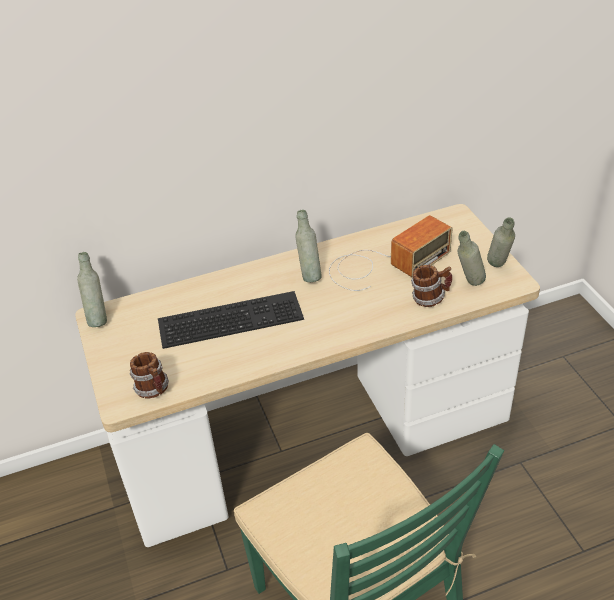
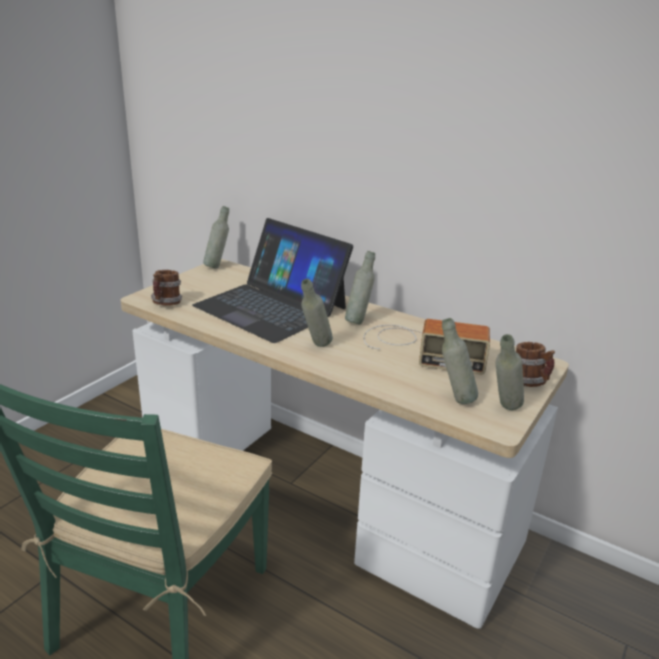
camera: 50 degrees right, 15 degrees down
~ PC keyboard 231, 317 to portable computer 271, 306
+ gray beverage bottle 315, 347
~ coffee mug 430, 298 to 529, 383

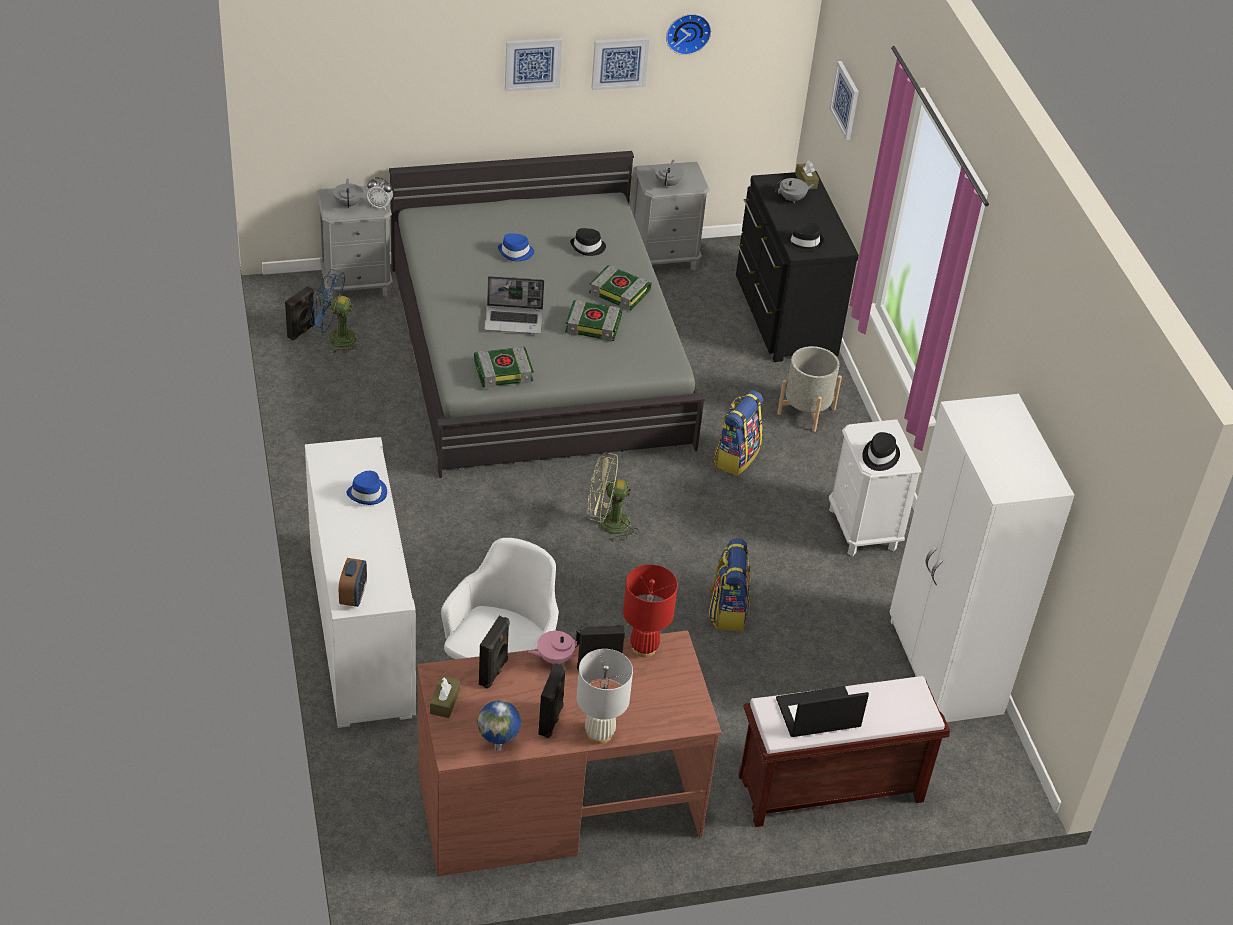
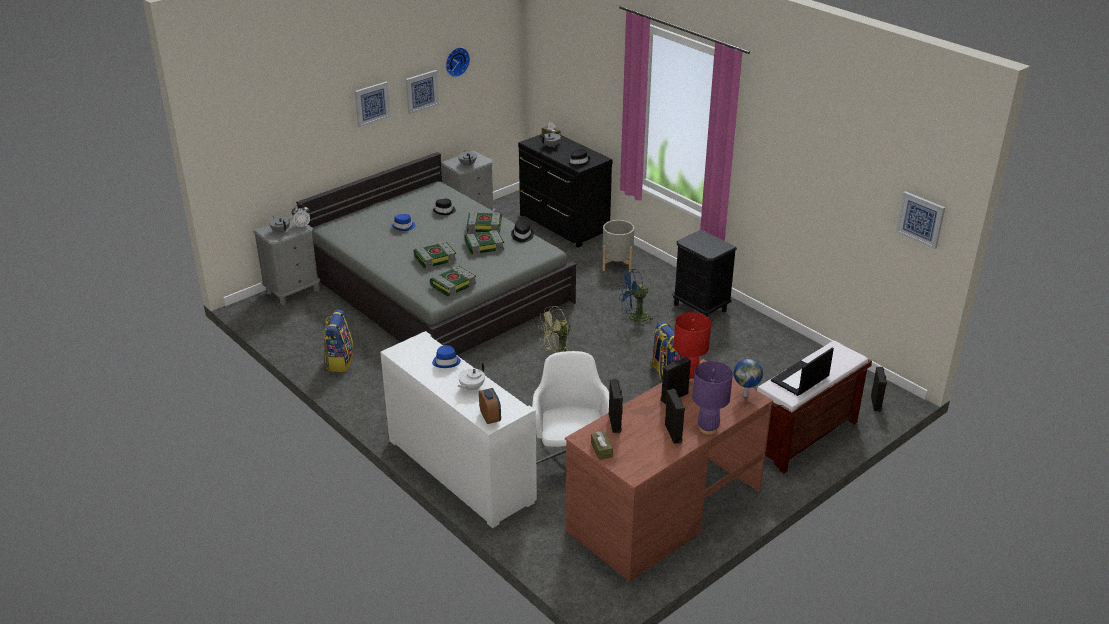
camera: 25 degrees left, 10 degrees down
~ backpack 736, 457 to 339, 361
~ portable computer 514, 320 to book 435, 258
+ white-coloured pot for tea 471, 387
~ blackish wearable hat 879, 456 to 522, 235
~ bluish electric fan 335, 338 to 634, 318
~ white-coloured bedside table 863, 529 to blackish bedside table 700, 307
~ white-coloured lamp for a table 599, 733 to purple-coloured lamp for a table 708, 428
~ desk globe 499, 748 to 746, 395
~ blackish audio speaker 302, 331 to 876, 403
~ picture 845, 100 to 921, 219
- pink-coloured pot for tea 554, 658
- white-coloured clothes cupboard 944, 668

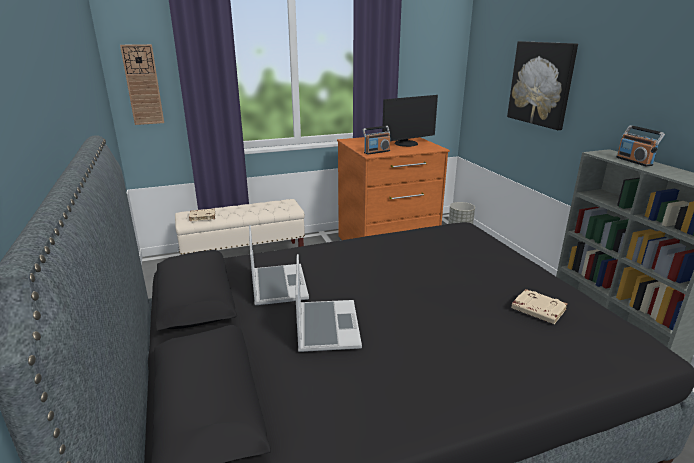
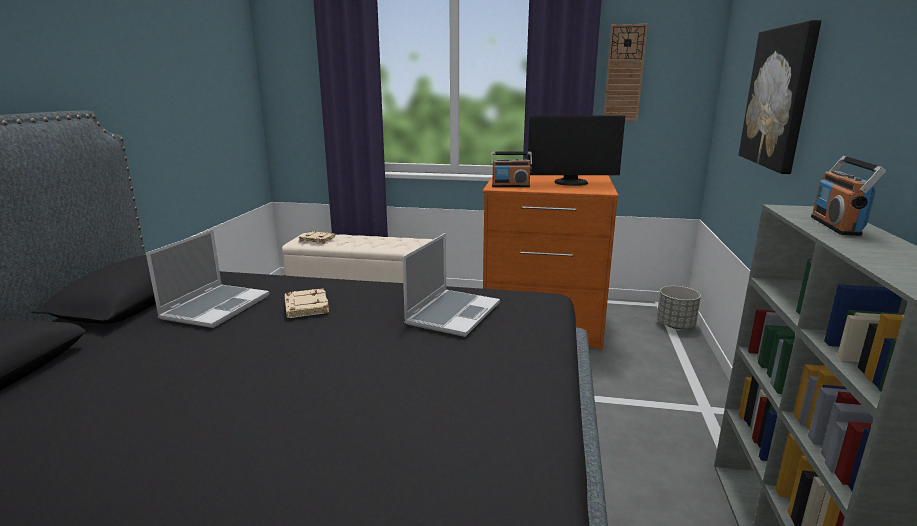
camera: 30 degrees right, 5 degrees down
~ beige-coloured book 537, 310 to 305, 307
~ portable computer 326, 326 to 452, 313
~ wall clock 143, 85 to 624, 73

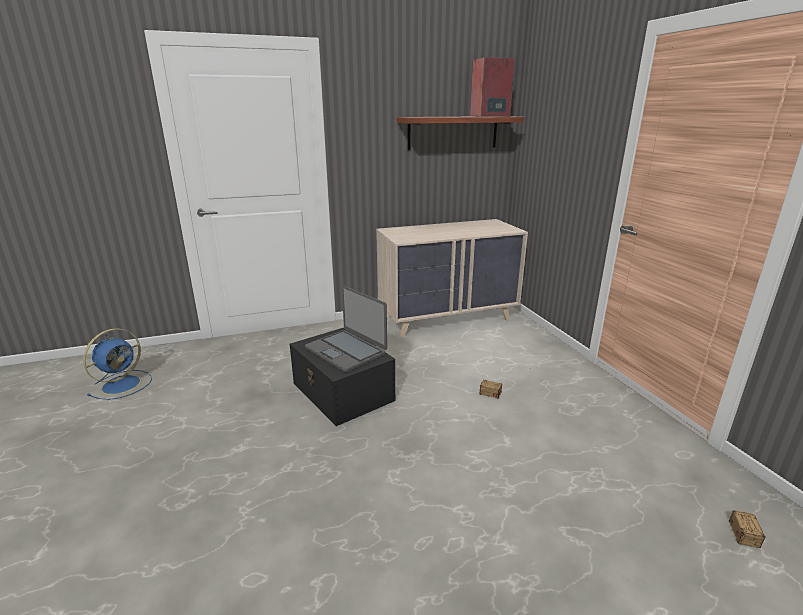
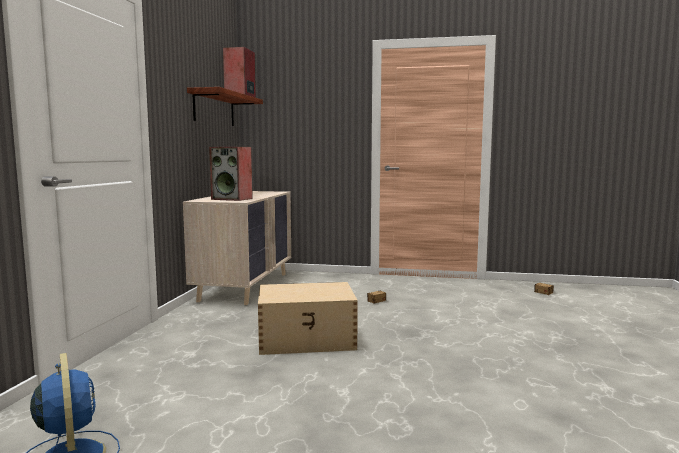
camera: 60 degrees left, 15 degrees down
+ audio speaker 232, 199
~ blackish storage container 343, 392 to beige-coloured storage container 307, 339
- portable computer 346, 351

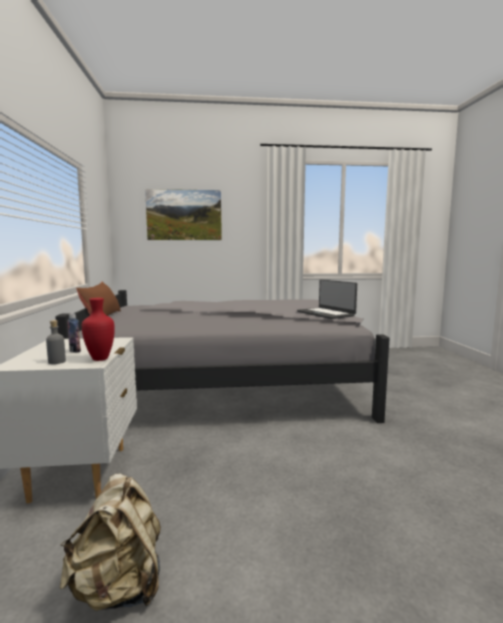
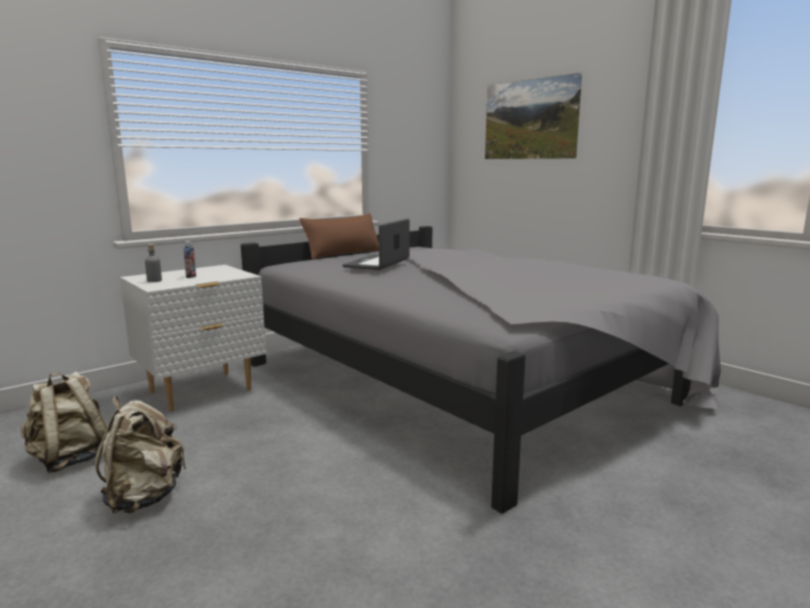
camera: 55 degrees right, 5 degrees up
+ beige-coloured backpack 144, 497
~ portable computer 326, 313 to 378, 263
- red decorative vase 99, 359

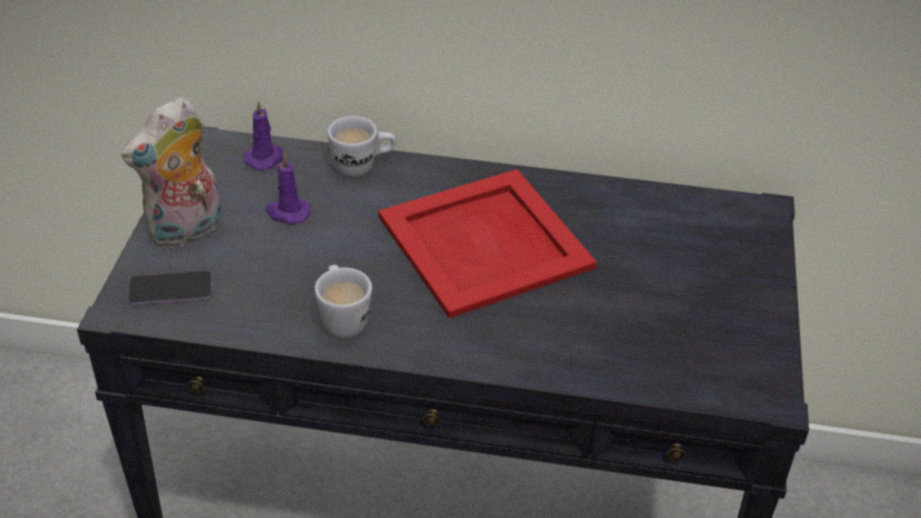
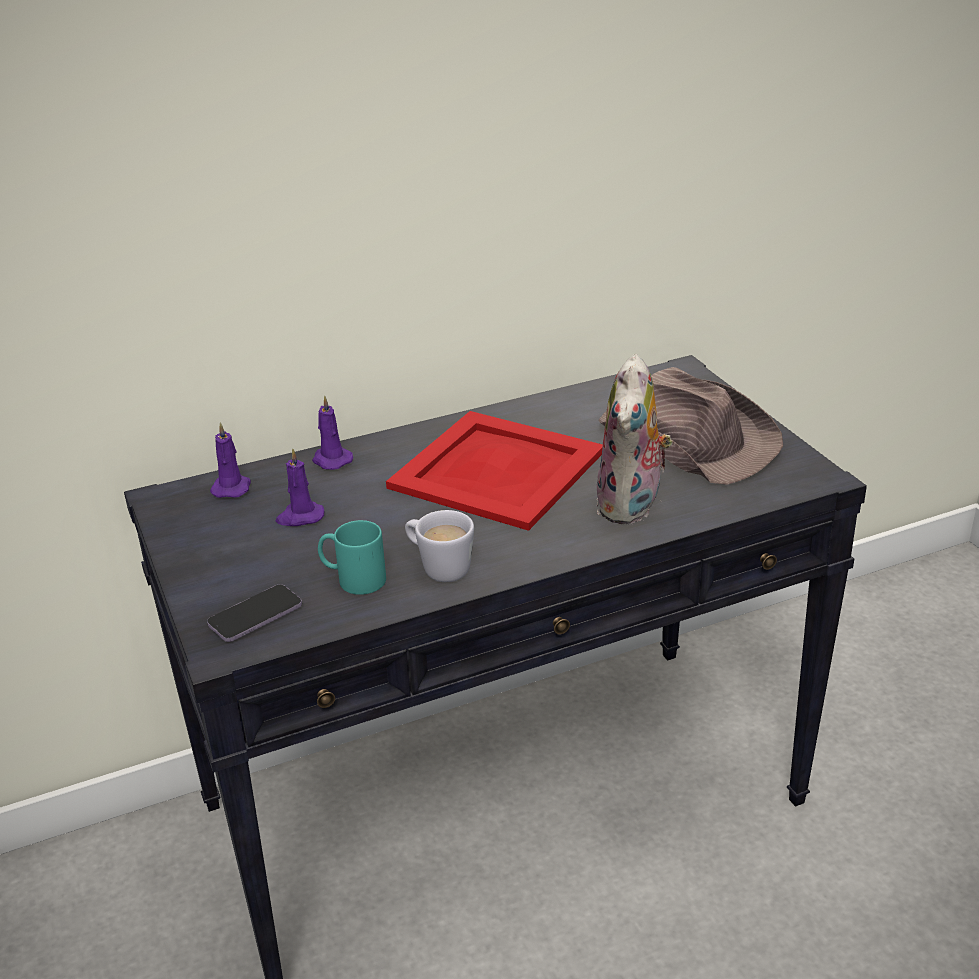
camera: 30 degrees left, 10 degrees down
~ white-coloured coffee mug 363, 166 to purple-coloured candle 331, 460
+ turquoise coffee mug 352, 579
~ soft toy 186, 232 to 632, 506
+ brownish wearable hat 687, 438

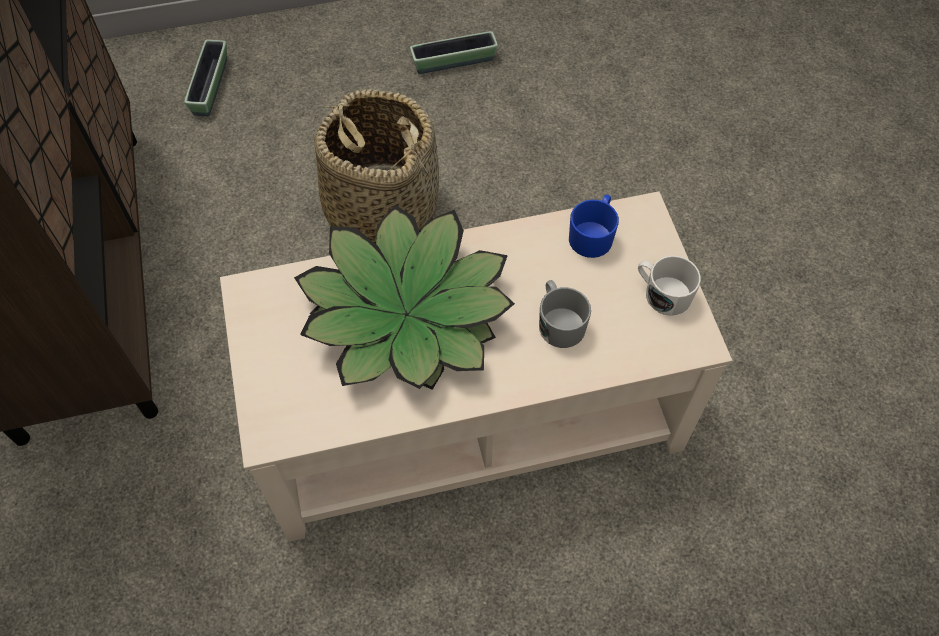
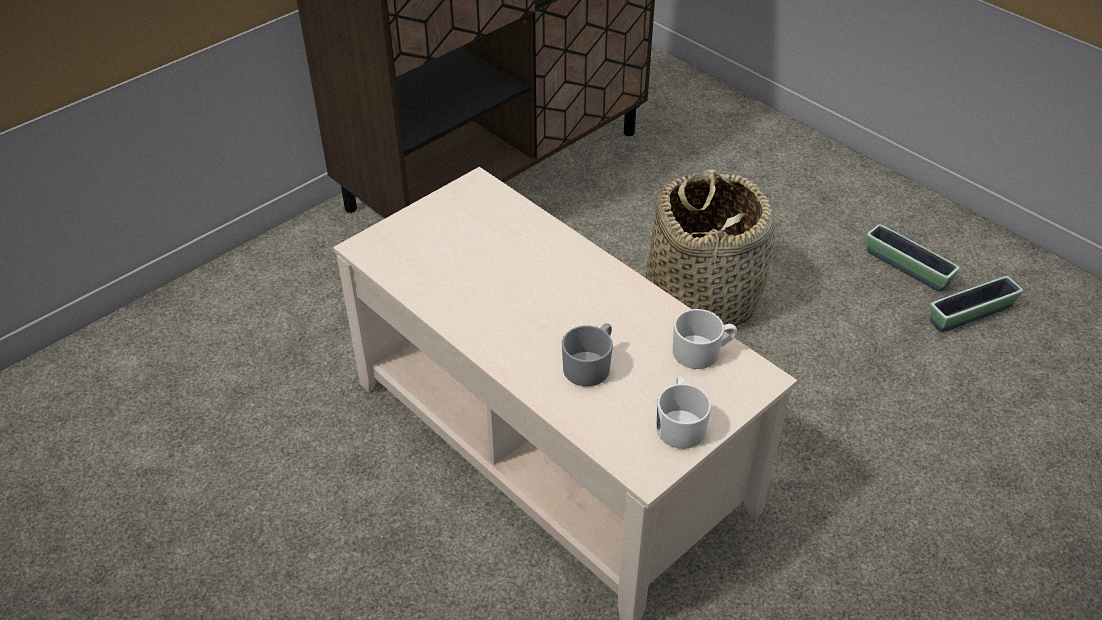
camera: 60 degrees right, 15 degrees down
~ bluish coffee mug 593, 235 to white-coloured coffee mug 702, 352
~ flower pot 210, 87 to 970, 314
- plant in a pot 407, 314

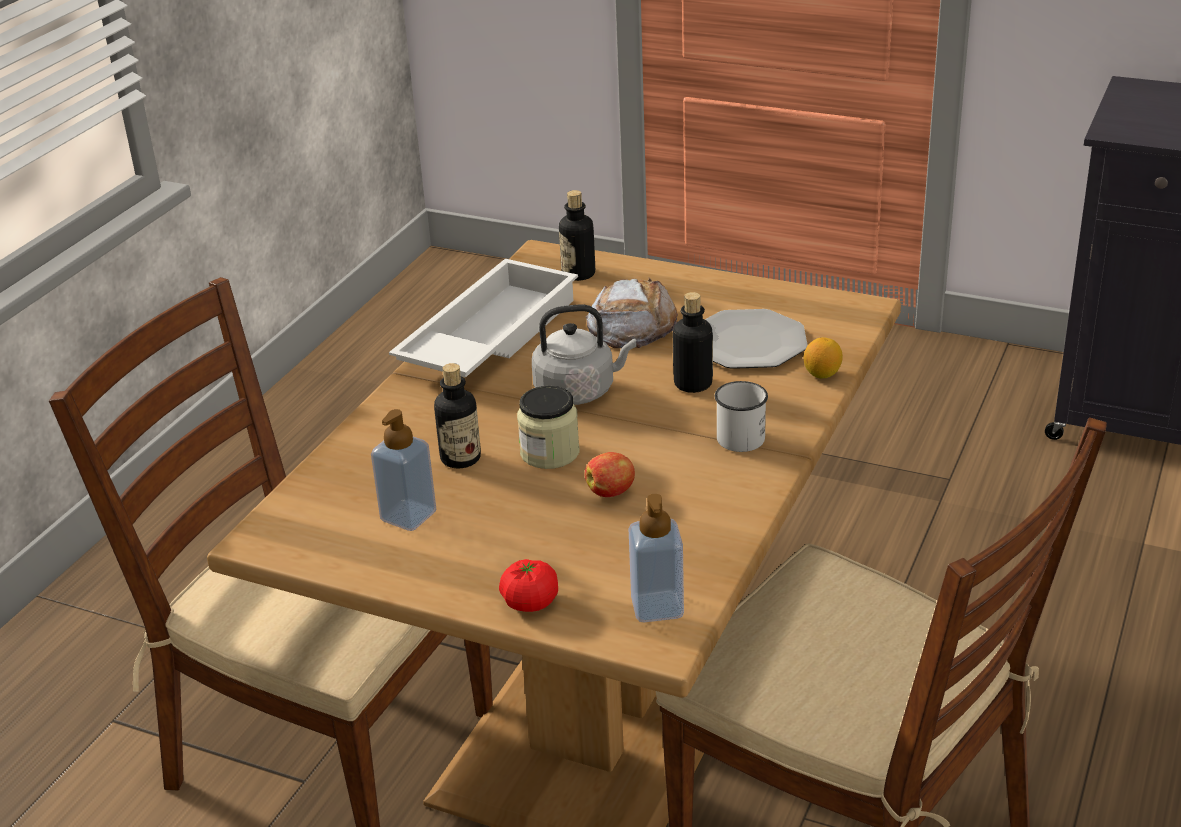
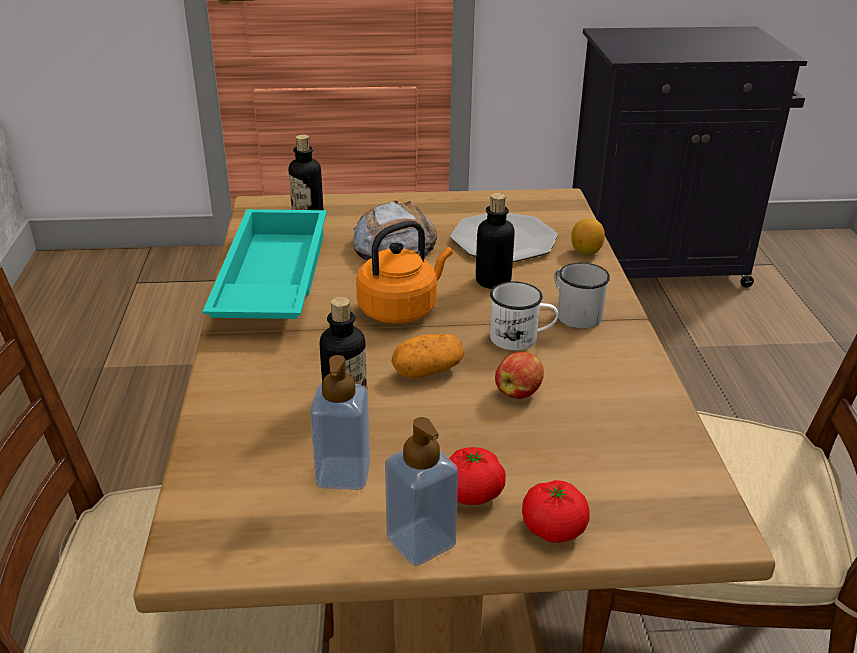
camera: 30 degrees left, 0 degrees up
~ white-coloured carrying tray 487, 336 to turquoise carrying tray 270, 280
~ gray water kettle 579, 391 to orange water kettle 401, 309
~ liquid soap bottle 657, 607 to 421, 542
~ jar 550, 453 to potato 427, 371
+ whole tomato 472, 493
+ white-coloured coffee mug 521, 338

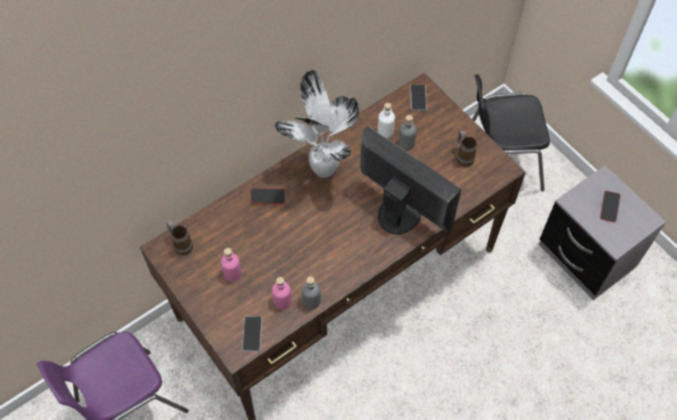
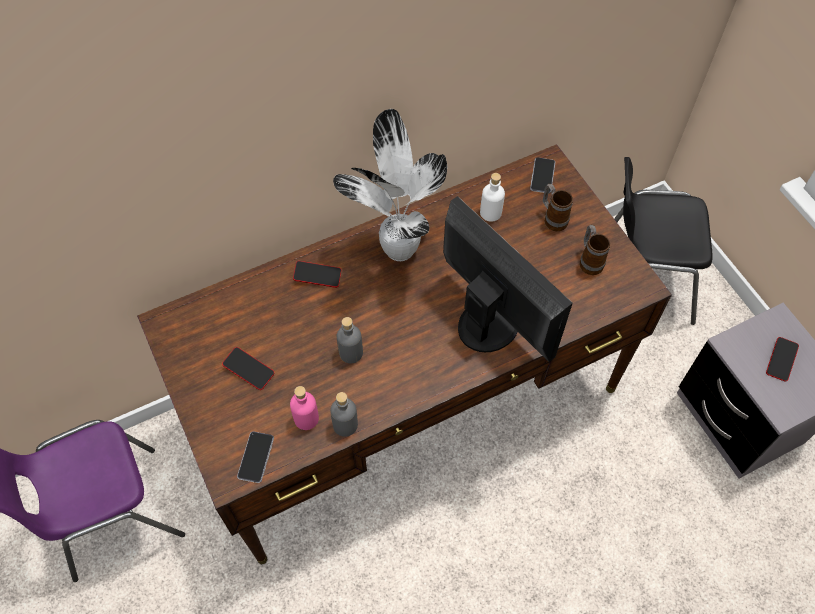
camera: 10 degrees right, 0 degrees up
~ pink-coloured beverage bottle 232, 273 to handset 249, 370
~ gray beverage bottle 406, 143 to 351, 353
~ coffee mug 181, 244 to 552, 218

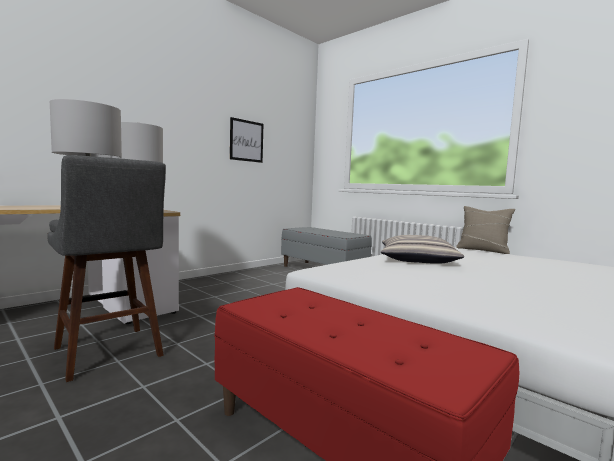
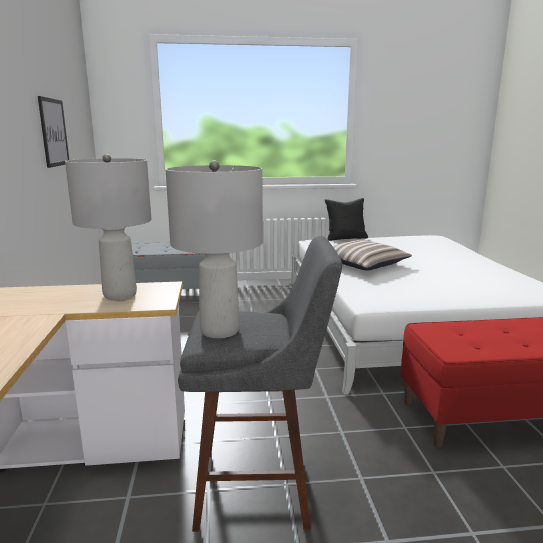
camera: 50 degrees left, 10 degrees up
~ beige-coloured pillow 482, 250 to blackish pillow 345, 238

